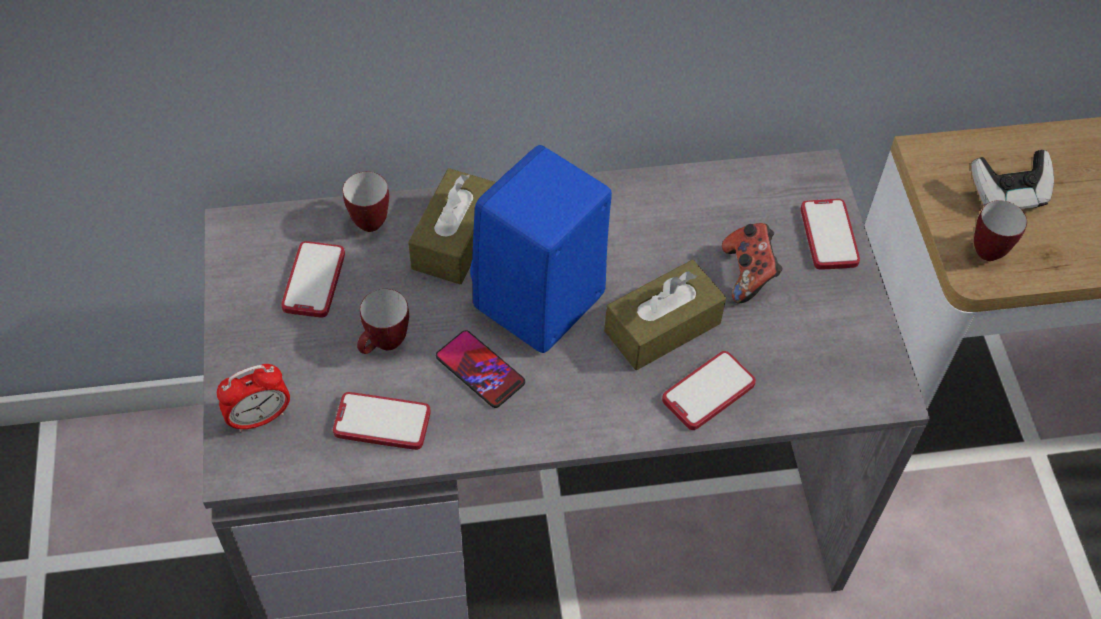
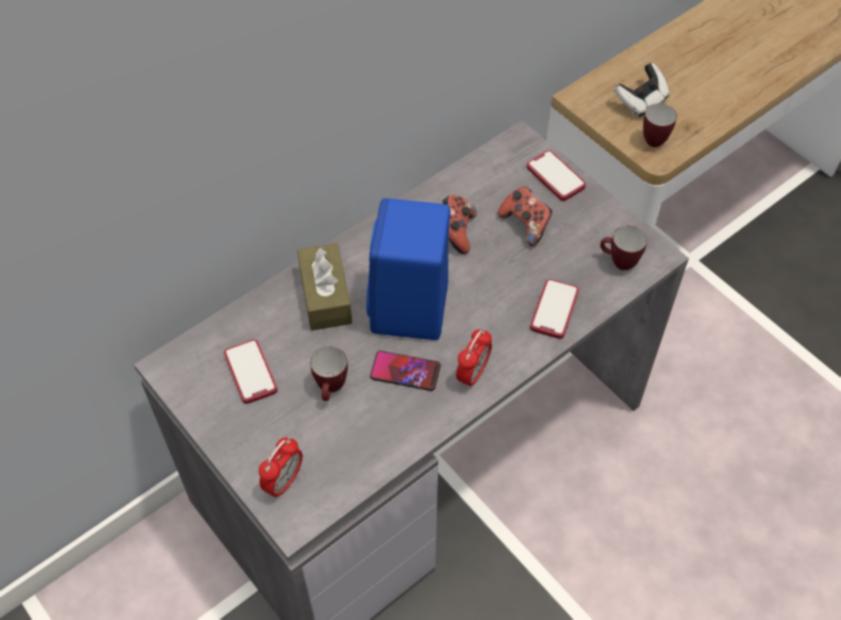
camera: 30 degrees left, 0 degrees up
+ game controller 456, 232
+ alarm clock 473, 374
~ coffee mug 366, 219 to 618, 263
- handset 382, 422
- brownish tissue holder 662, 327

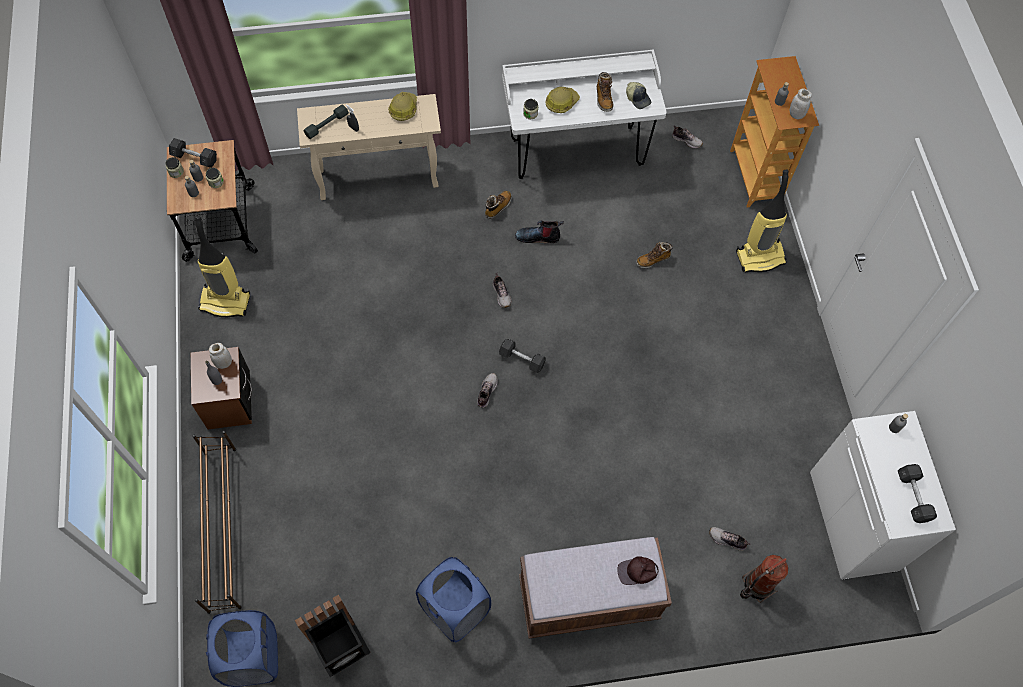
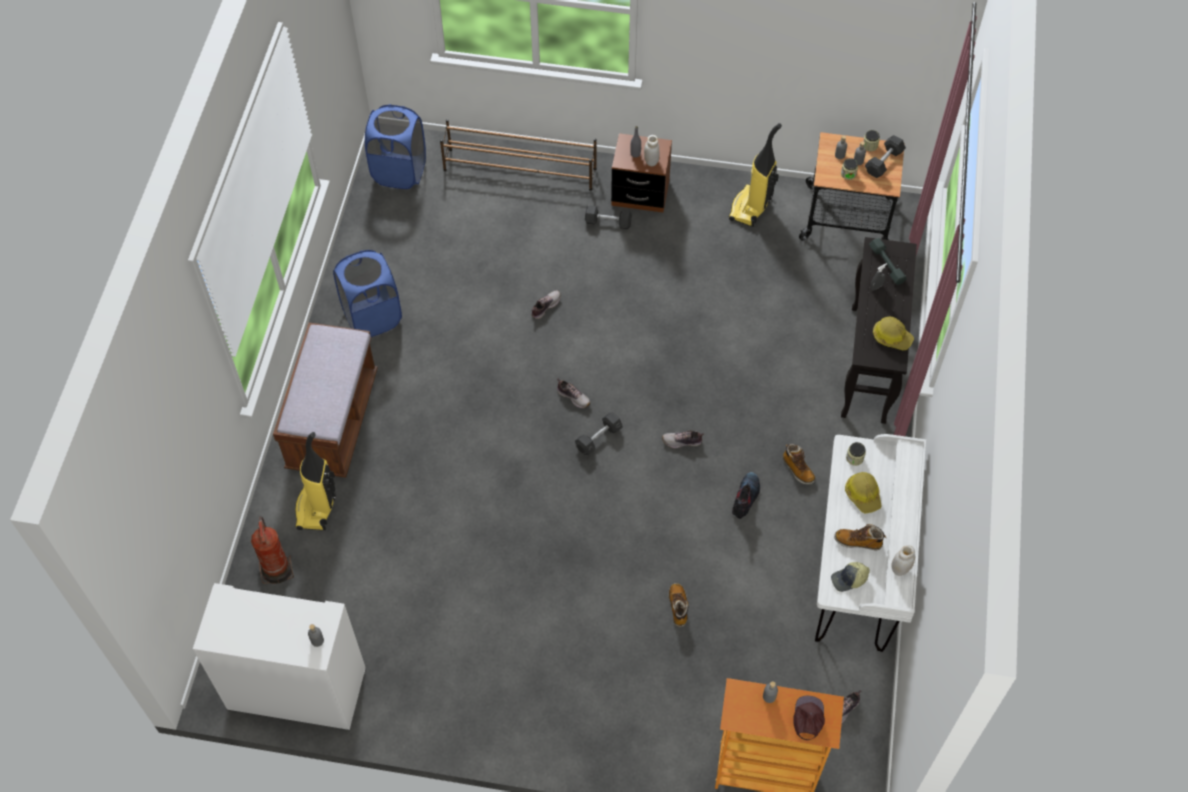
camera: 110 degrees right, 5 degrees down
~ hoover 760, 257 to 317, 507
~ item of footwear 727, 540 to 545, 306
~ gray dumbbell 913, 496 to 608, 222
~ brownish peaked cap 637, 572 to 808, 718
~ beige-coloured narrow table 379, 178 to blackish narrow table 868, 365
~ white-coloured jar 796, 114 to 900, 569
- blackish rubbish bin 342, 649

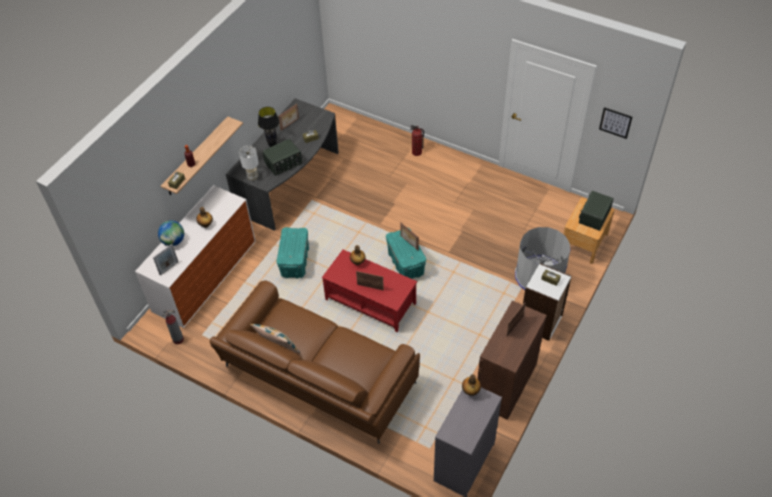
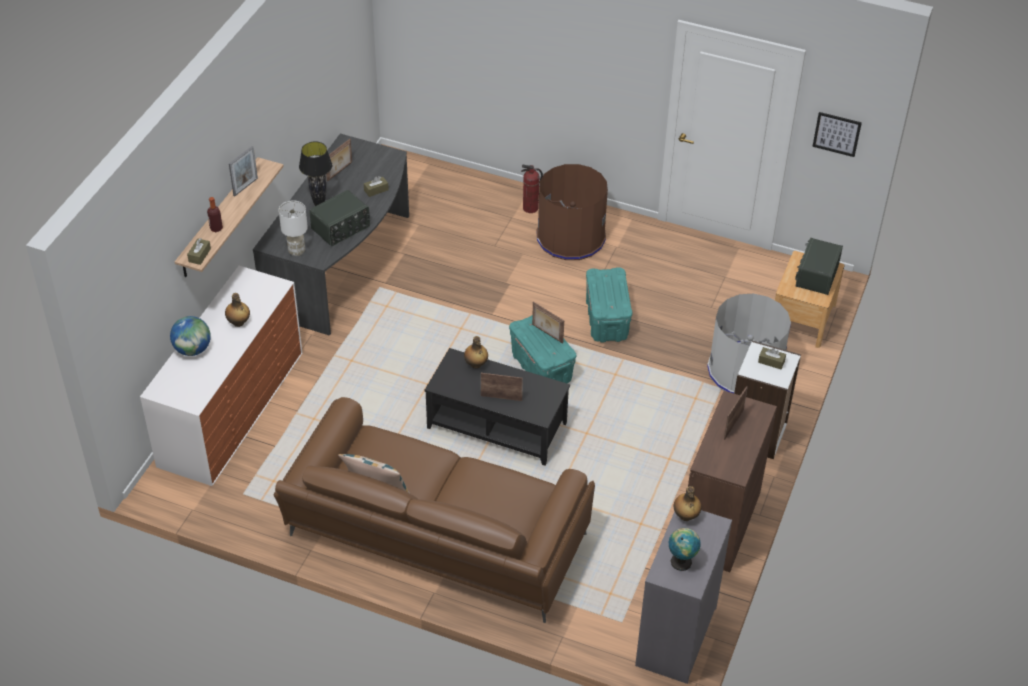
camera: 10 degrees left, 5 degrees down
~ picture frame 169, 268 to 245, 187
~ red coffee table 370, 302 to blackish coffee table 496, 426
+ brownish rubbish bin 570, 237
~ turquoise storage container 295, 262 to 607, 321
+ desk globe 682, 561
- fire-fighting cylinder 178, 339

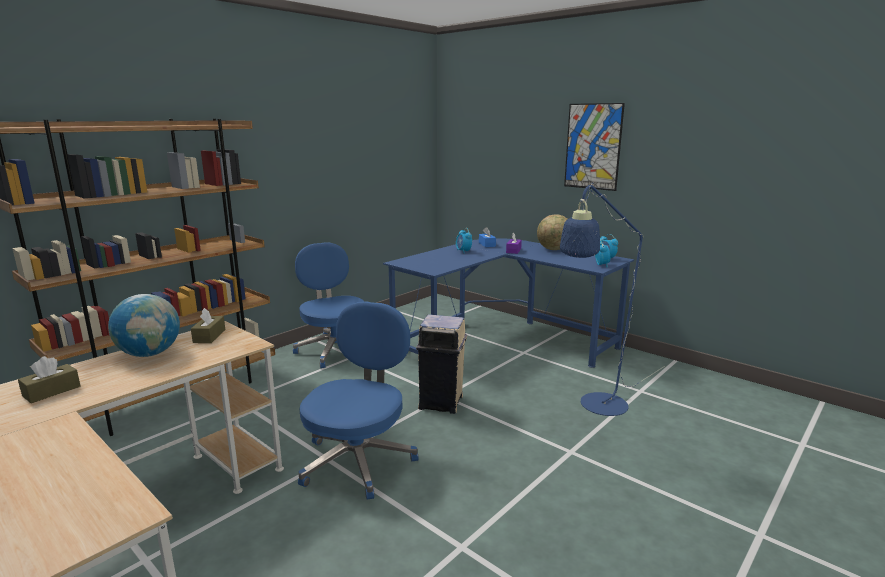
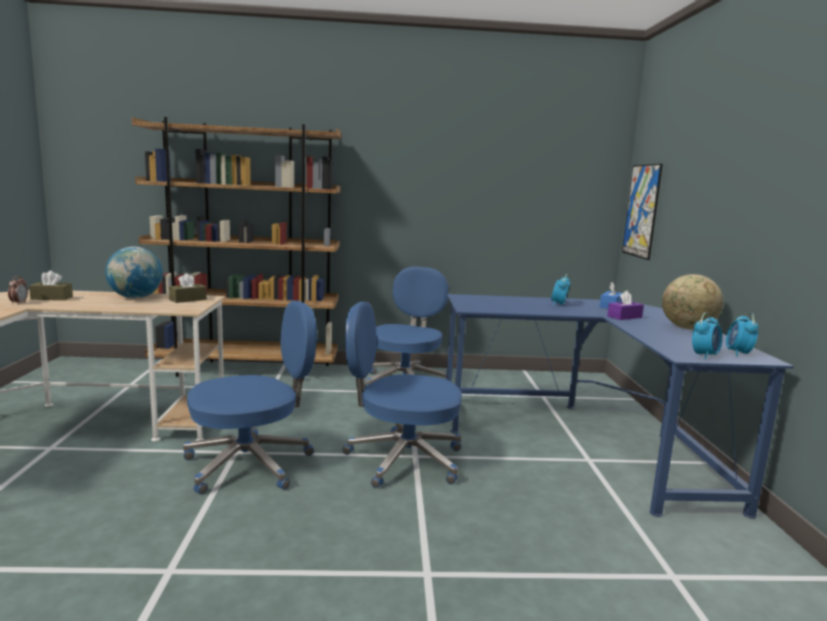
camera: 45 degrees right, 5 degrees down
+ alarm clock 19, 303
~ beige-coloured rubbish bin 442, 402 to bluish computer chair 402, 459
~ picture 593, 146 to 641, 211
- bluish standing lamp 597, 408

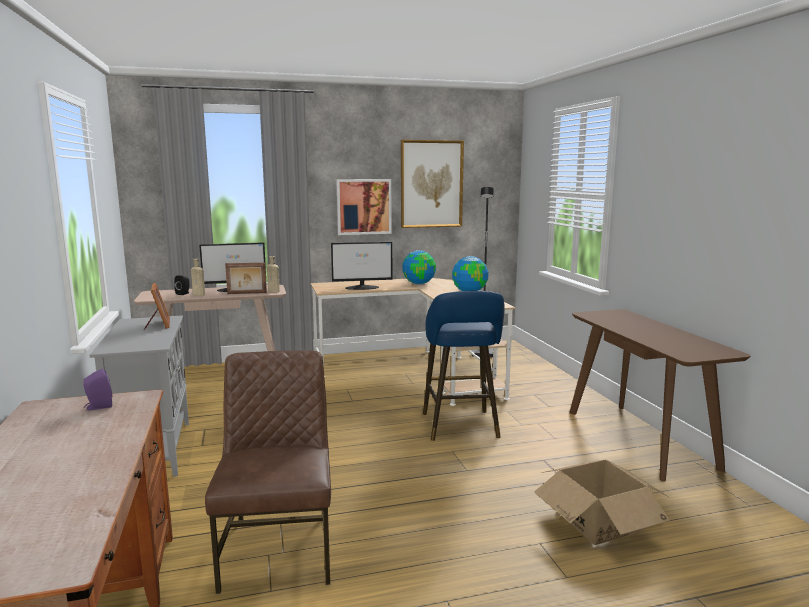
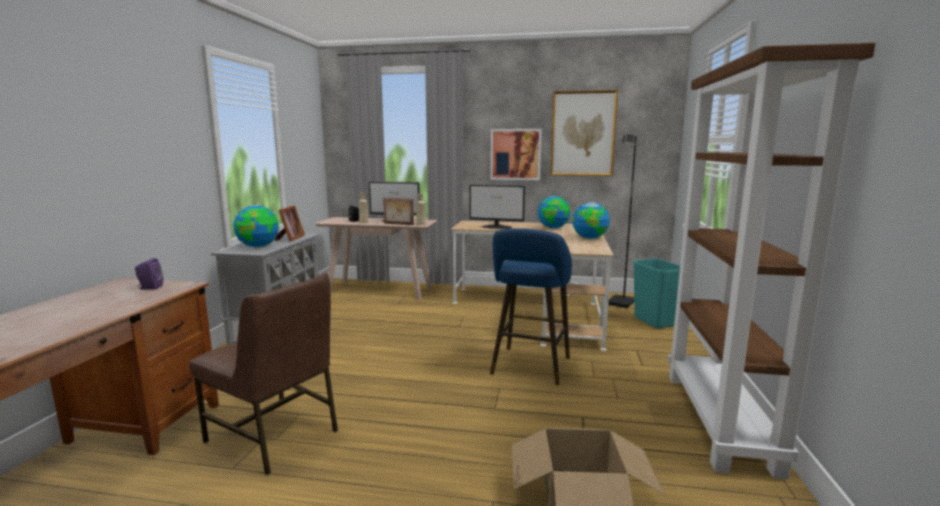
camera: 25 degrees right, 0 degrees up
~ brownish upright chair 279, 549 = 274, 436 105 degrees clockwise
+ desk globe 259, 246
+ turquoise rubbish bin 654, 322
~ brownish narrow table 639, 438 to brownish shelving unit 720, 420

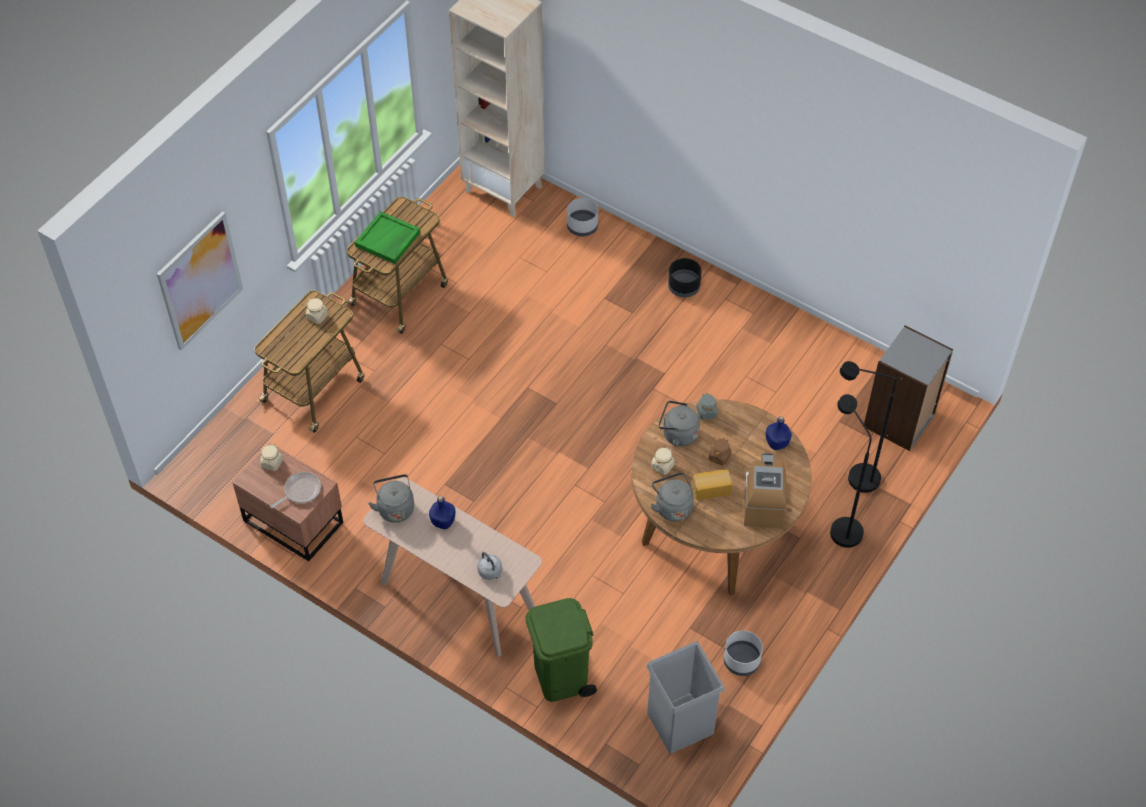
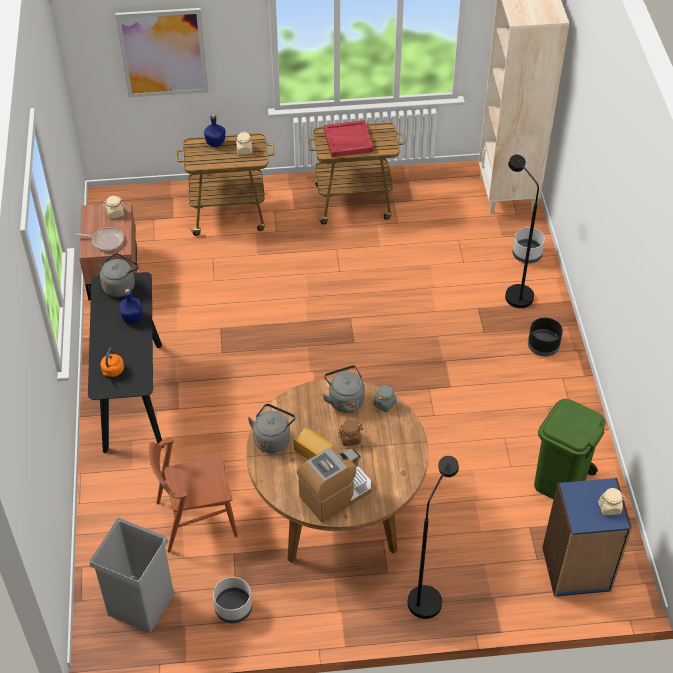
camera: 50 degrees right, 5 degrees down
~ beige-coloured narrow table 457, 596 to blackish narrow table 132, 396
~ gray water kettle 490, 572 to orange water kettle 112, 371
+ brownish upright chair 196, 519
~ bluish beverage bottle 777, 443 to 215, 143
~ green-coloured carrying tray 388, 240 to red carrying tray 347, 141
~ blackish standing lamp 854, 478 to 514, 292
~ green-coloured rubbish bin 561, 677 to 560, 482
~ gray shelving unit 899, 421 to bluish shelving unit 576, 570
~ beige-coloured jar 662, 466 to 610, 507

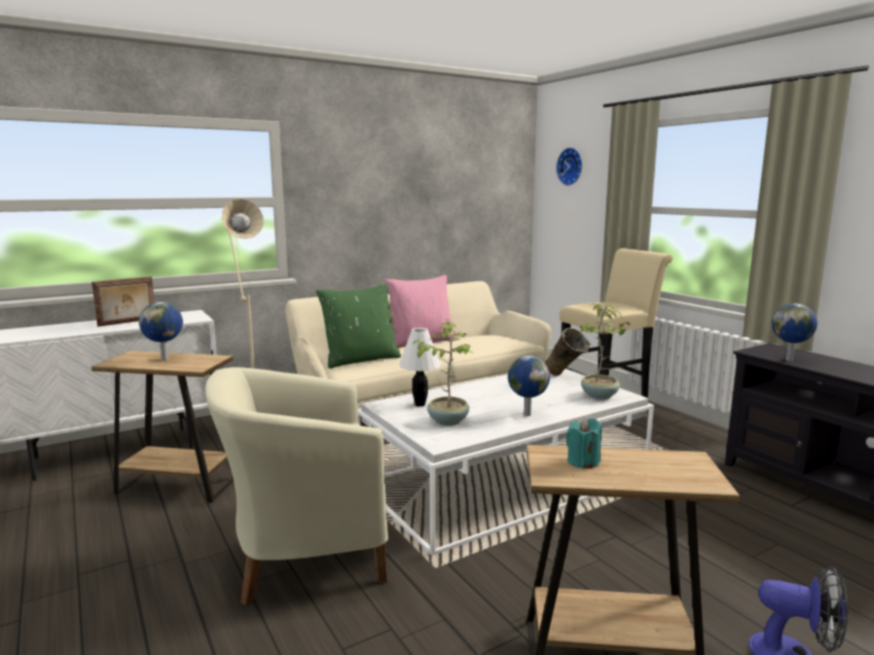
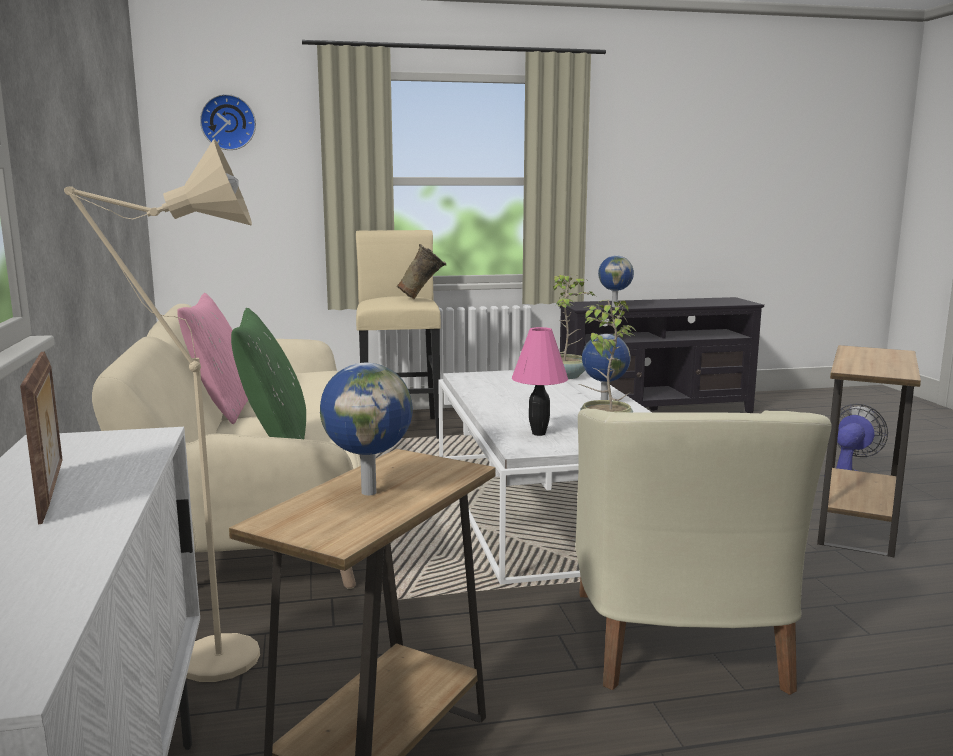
camera: 70 degrees left, 0 degrees up
~ beige-coloured decorative vase 566, 377 to 423, 298
~ white-coloured lamp for a table 420, 404 to pink-coloured lamp for a table 538, 433
- turquoise candle 583, 462

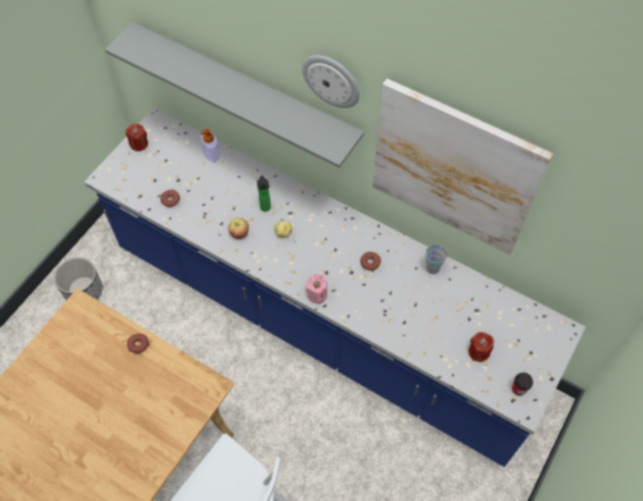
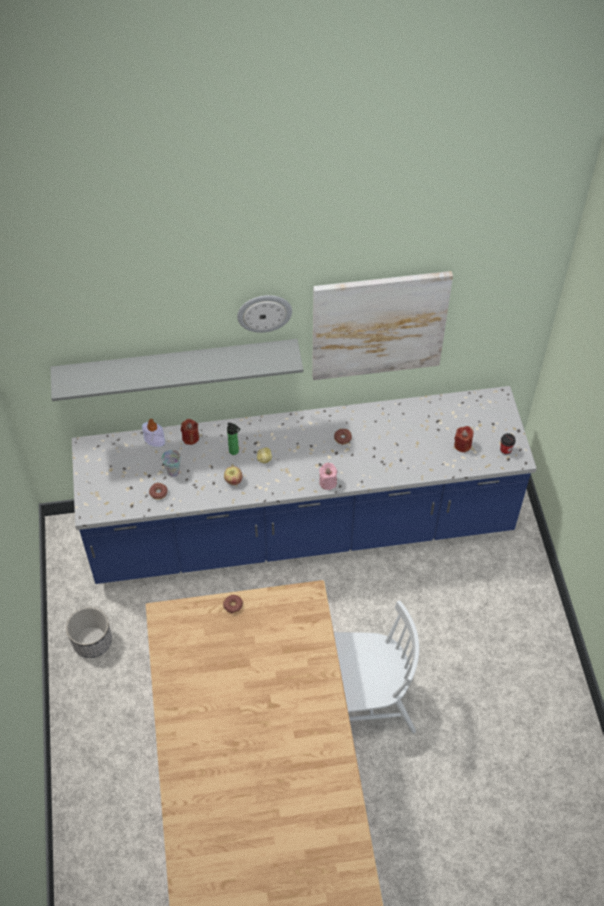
camera: 40 degrees left, 5 degrees down
~ drinking cup 432, 268 to 173, 472
~ red candle 139, 144 to 190, 438

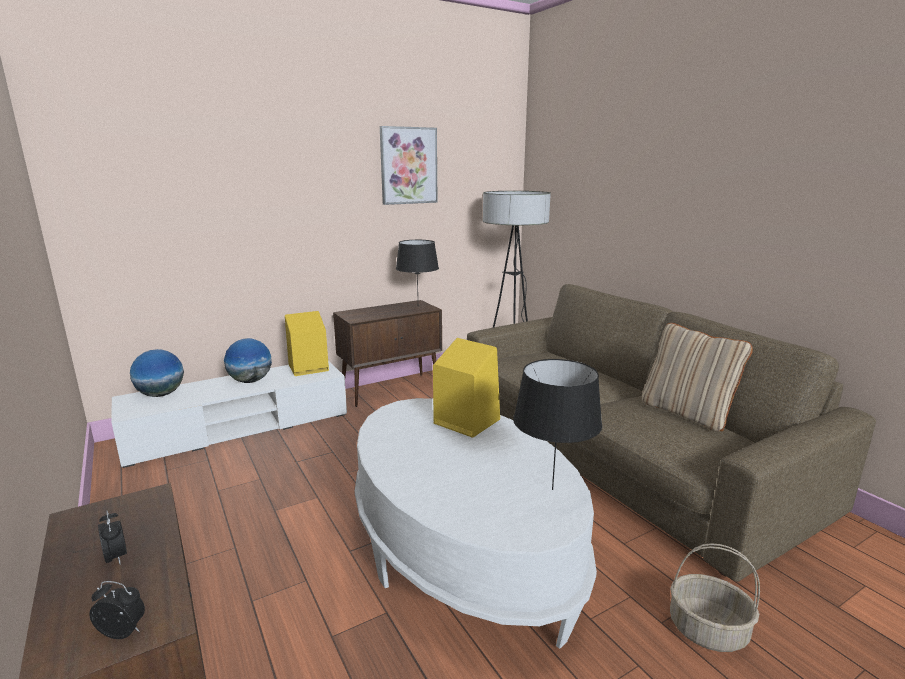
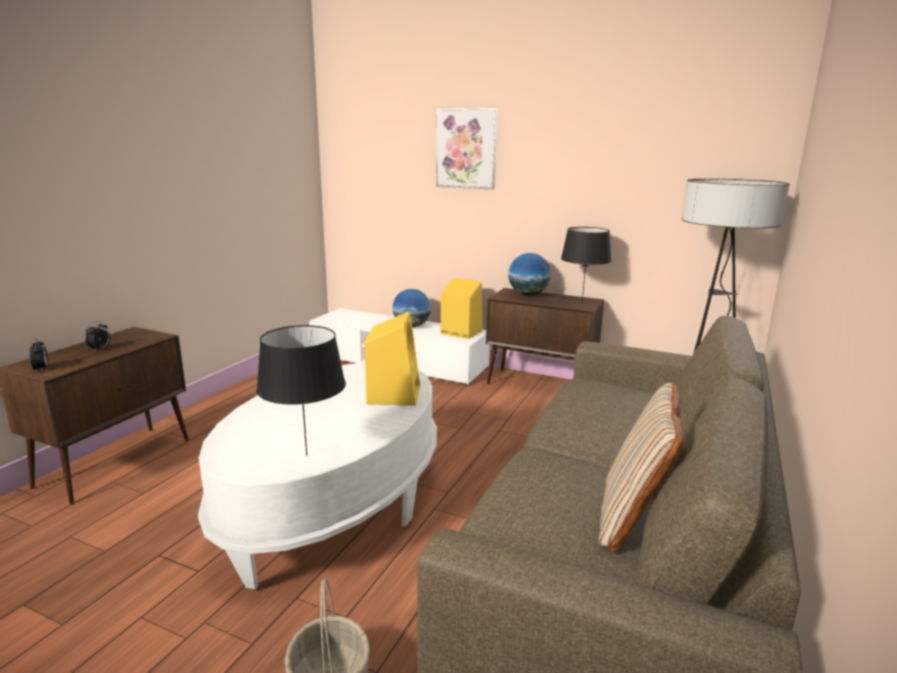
camera: 55 degrees right, 0 degrees up
~ picture 408, 166 to 466, 148
~ desk globe 161, 394 to 528, 294

